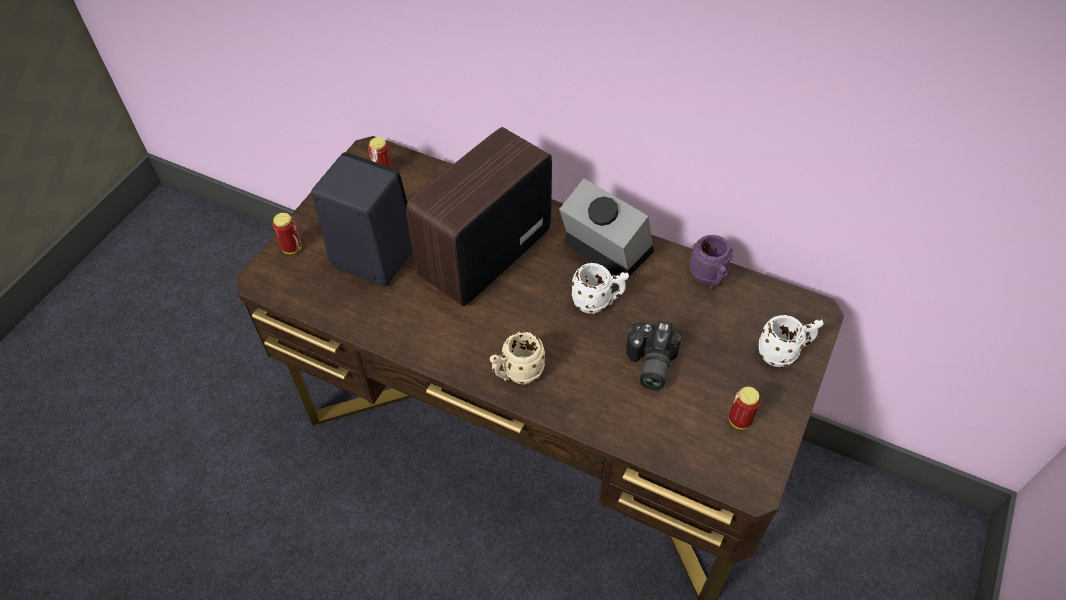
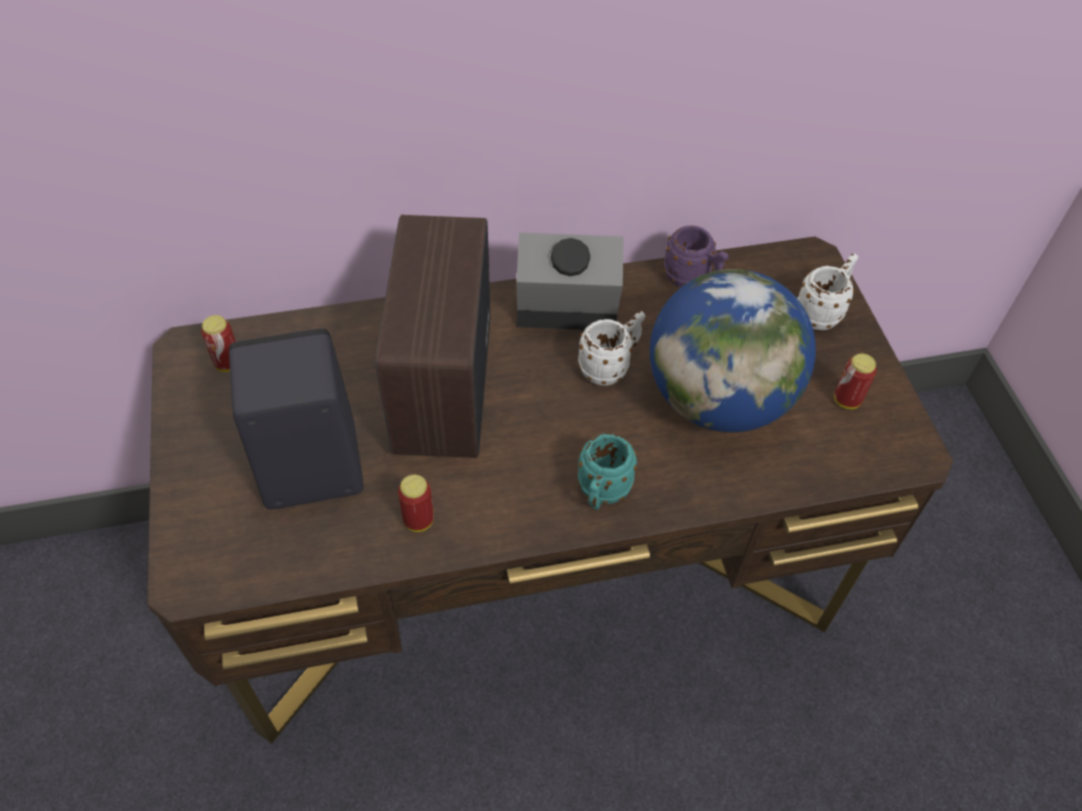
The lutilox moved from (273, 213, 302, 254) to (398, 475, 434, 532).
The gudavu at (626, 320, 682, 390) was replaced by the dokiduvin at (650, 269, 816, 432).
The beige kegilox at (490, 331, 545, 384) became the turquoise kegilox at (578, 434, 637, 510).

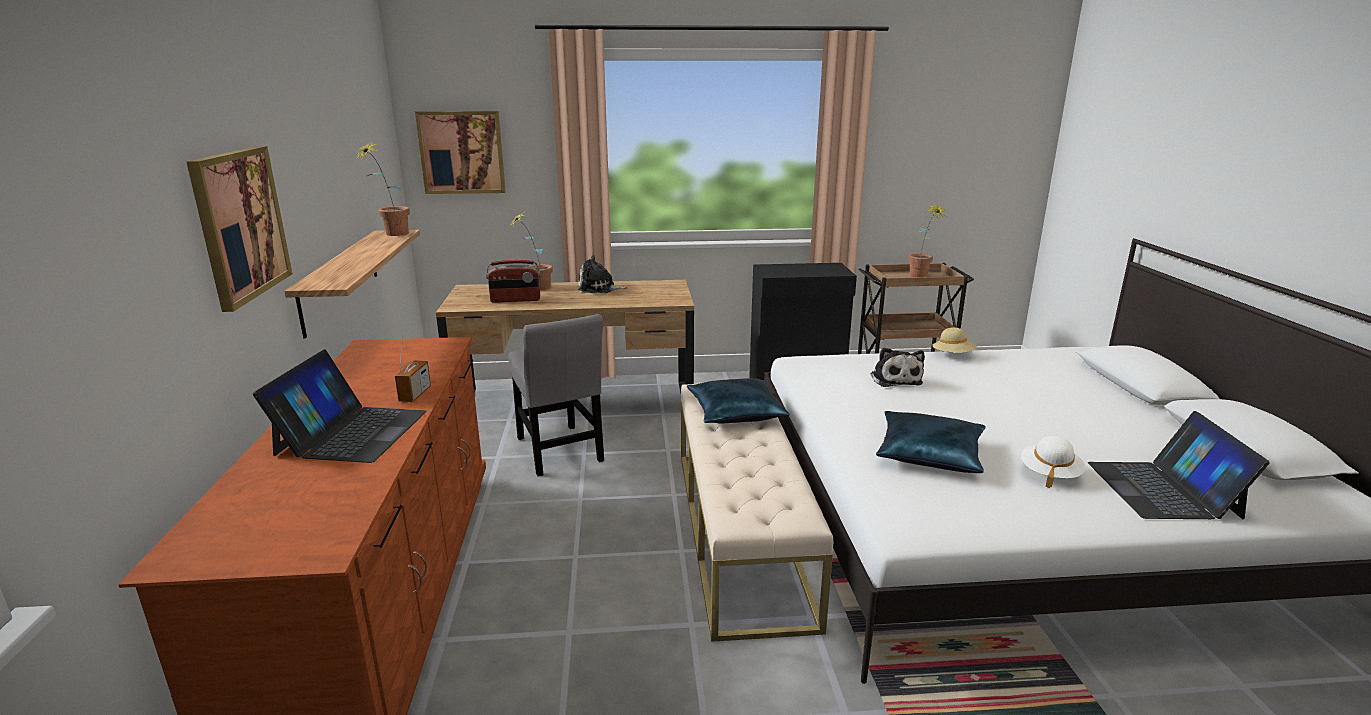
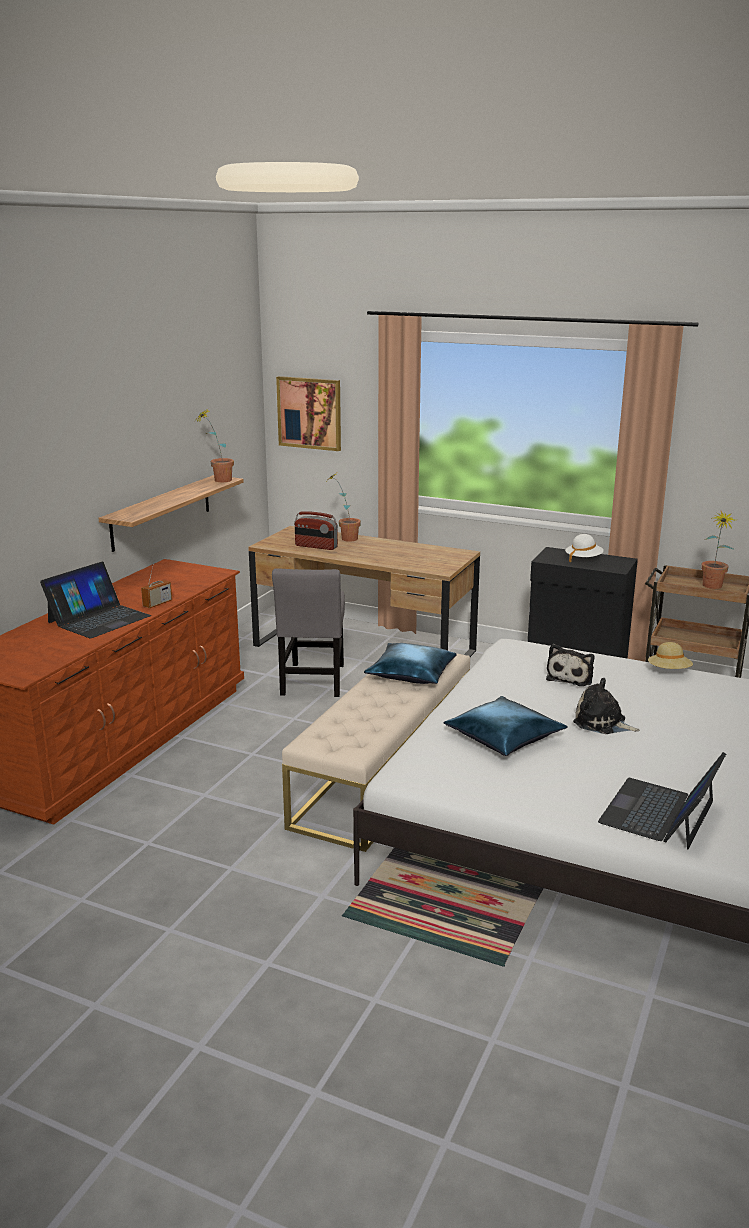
The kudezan at (187, 146, 292, 312) disappeared.
The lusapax moved from (578, 255, 628, 293) to (573, 678, 640, 734).
The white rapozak moved from (1021, 436, 1085, 489) to (565, 534, 604, 563).

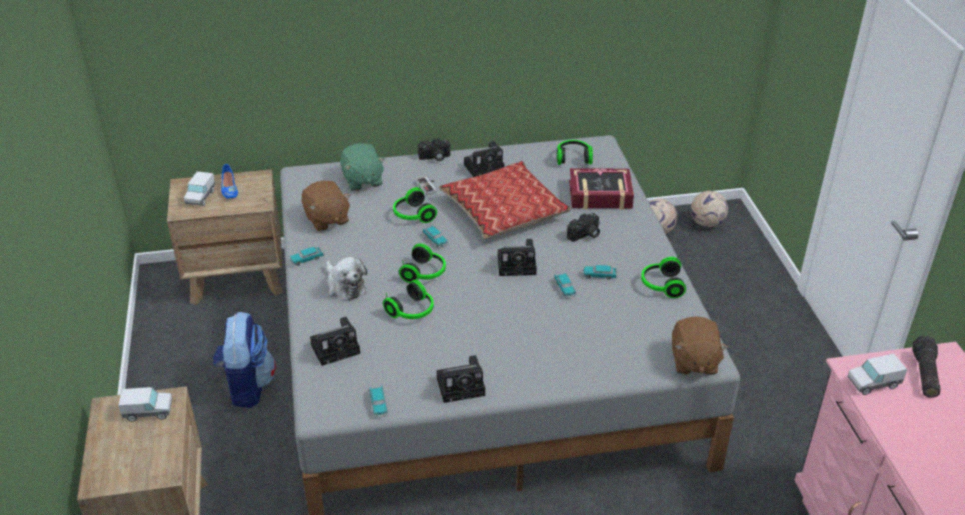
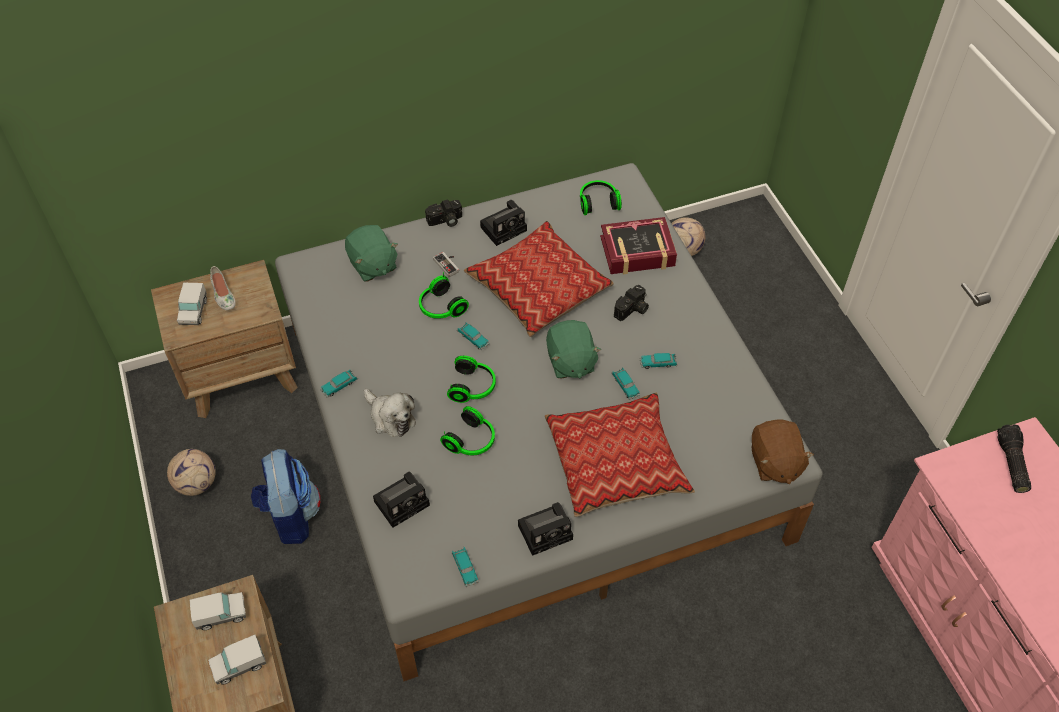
The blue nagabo at (221, 164, 238, 199) became the white nagabo at (210, 266, 236, 310).
The brown lusapax at (302, 181, 351, 231) disappeared.
The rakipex moved from (691, 191, 728, 227) to (167, 449, 216, 496).
The gudavu at (498, 239, 537, 276) was replaced by the green lusapax at (546, 320, 601, 379).
The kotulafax at (641, 254, 686, 298) disappeared.
The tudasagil moved from (848, 354, 907, 395) to (208, 635, 266, 685).
The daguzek at (545, 392, 695, 517) appeared.

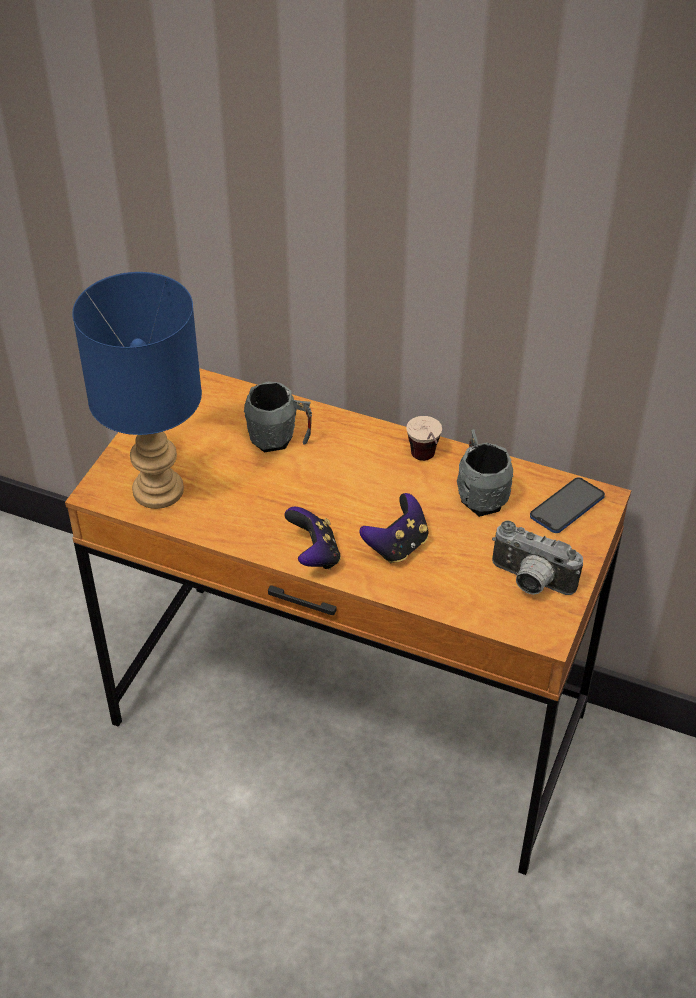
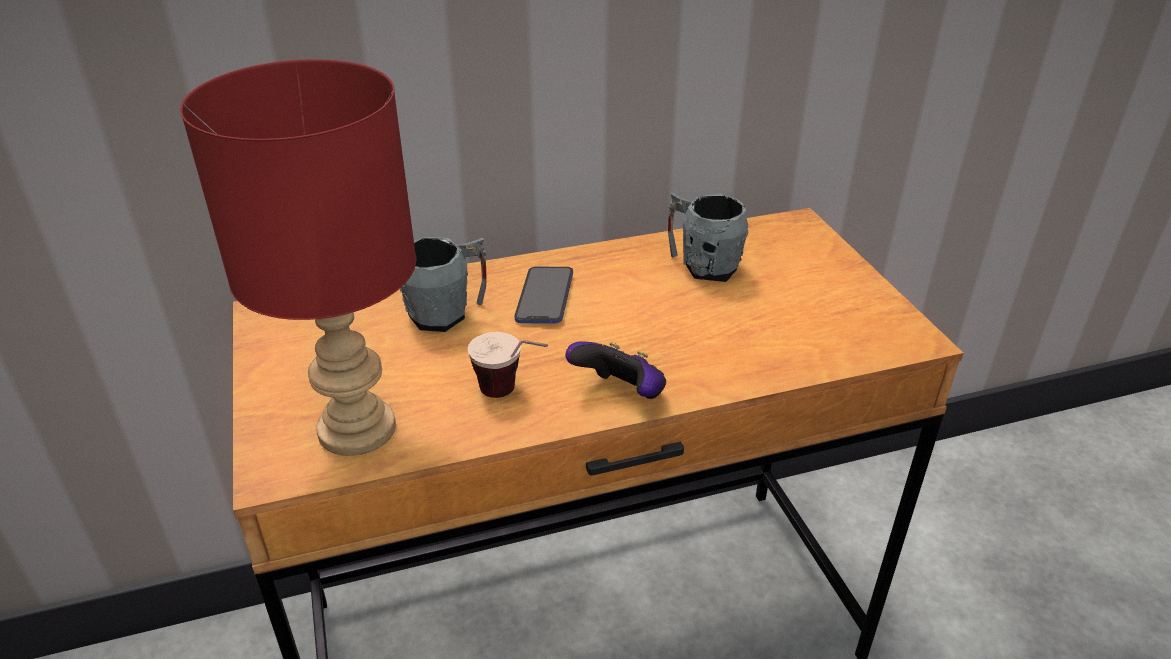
The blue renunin at (72, 272, 202, 509) became the red renunin at (180, 59, 416, 456).
The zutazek moved from (406, 416, 442, 461) to (468, 332, 548, 398).
The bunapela moved from (530, 478, 605, 533) to (514, 267, 573, 324).
The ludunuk at (359, 493, 429, 563) disappeared.
The gudavu at (492, 520, 583, 595) disappeared.

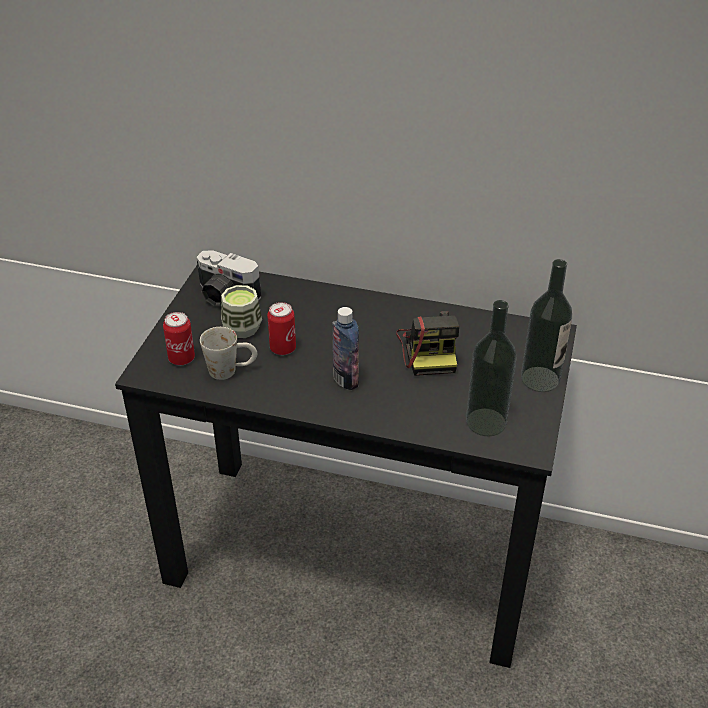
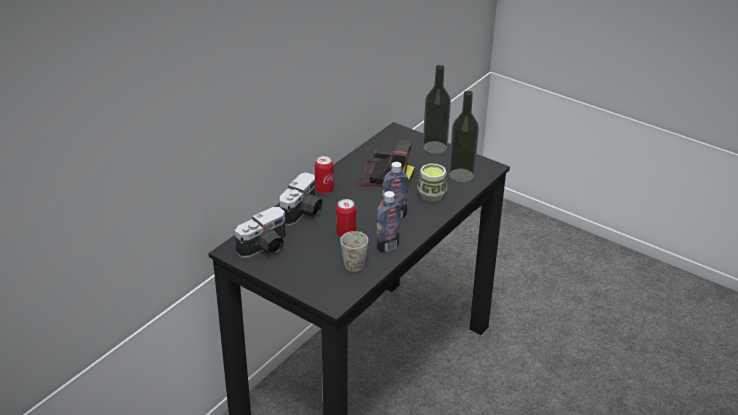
The zutazek moved from (221, 285, 262, 338) to (417, 163, 447, 202).
The lutilox moved from (163, 312, 195, 365) to (315, 156, 334, 194).
The gudavu at (280, 172, 323, 226) appeared.
The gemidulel at (376, 191, 401, 252) appeared.

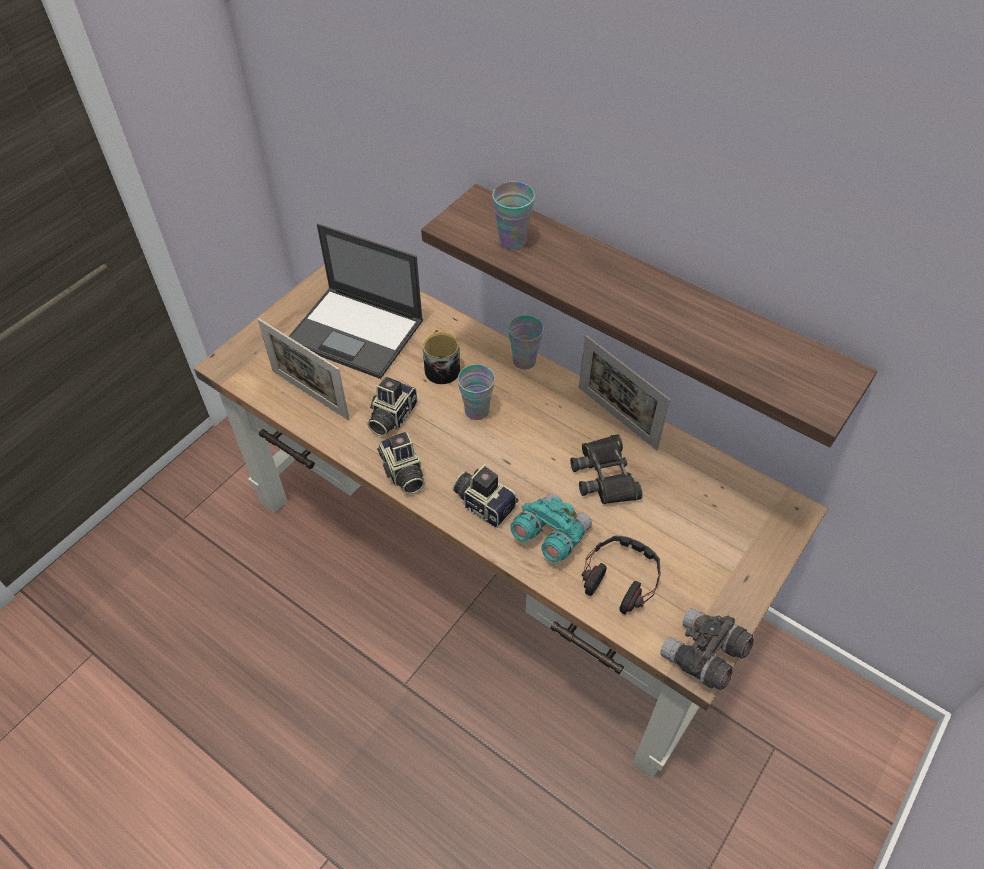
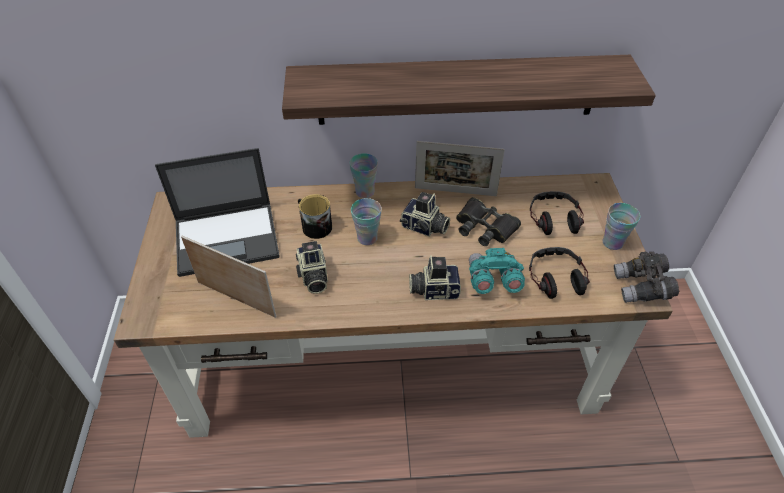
The zutazek moved from (492, 182, 535, 250) to (603, 203, 640, 250).
The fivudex at (257, 318, 349, 420) turned 150 degrees counterclockwise.
The gudavu moved from (377, 432, 425, 494) to (400, 192, 450, 236).
The kotulafax at (530, 191, 584, 235) appeared.

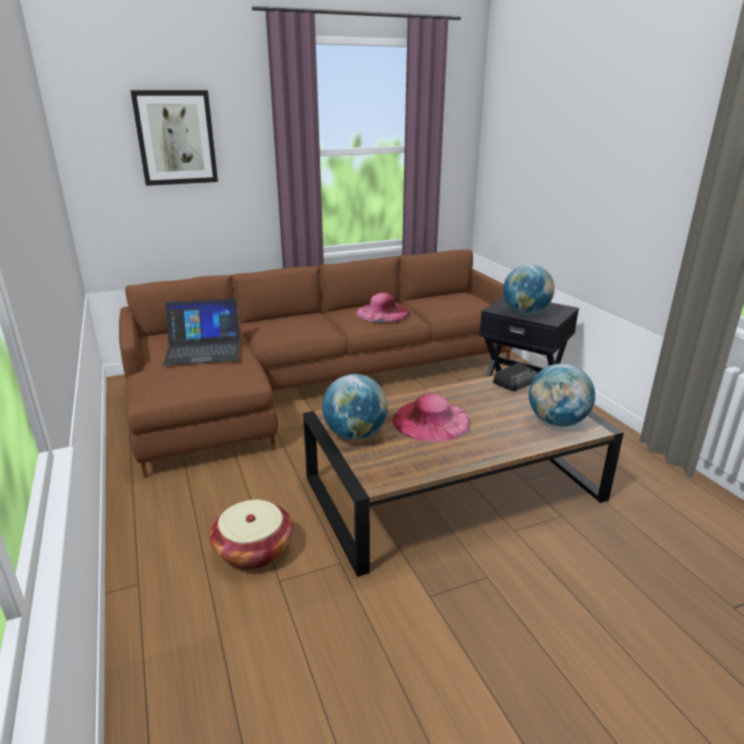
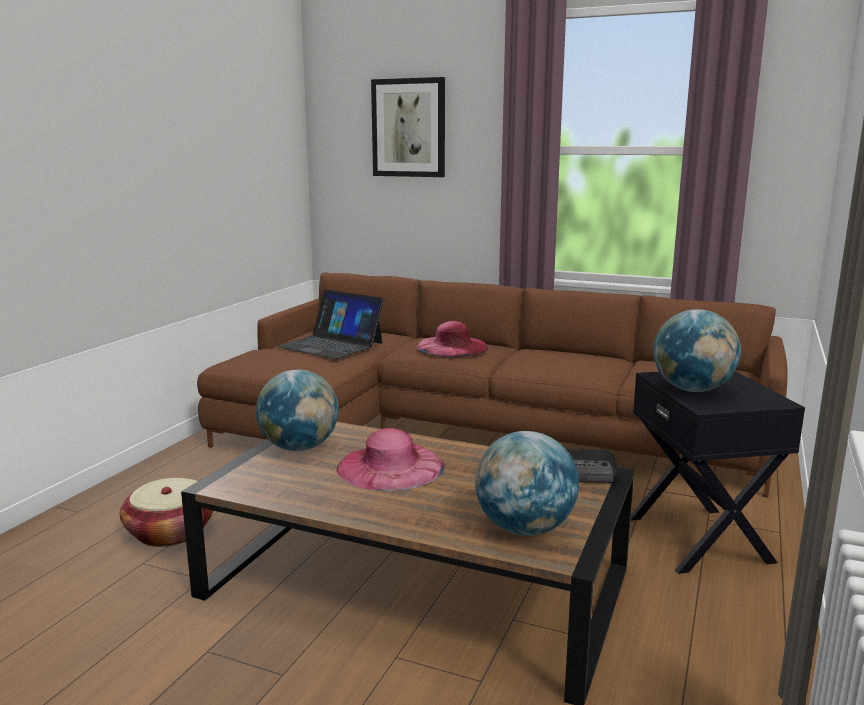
The pink rapozak moved from (356, 293, 410, 322) to (417, 321, 489, 357).

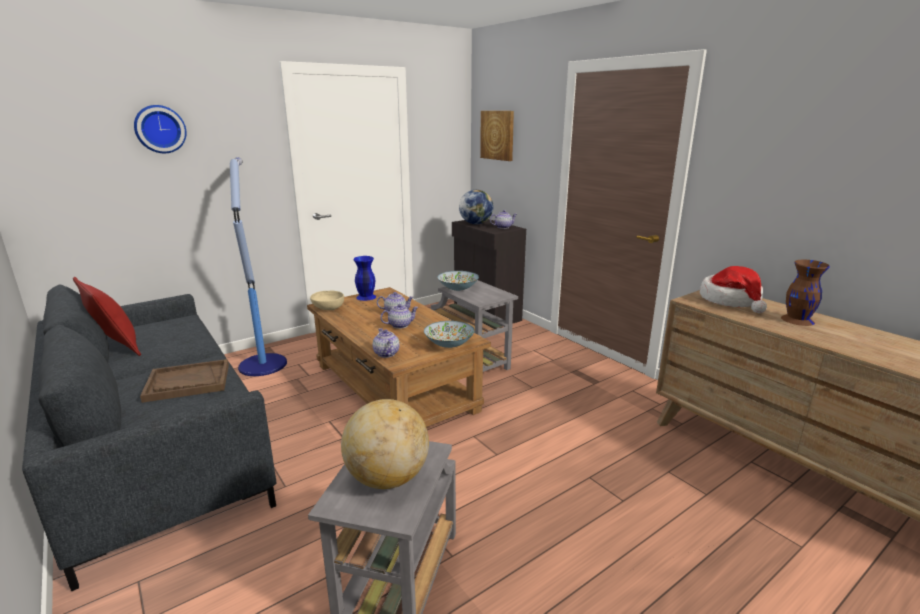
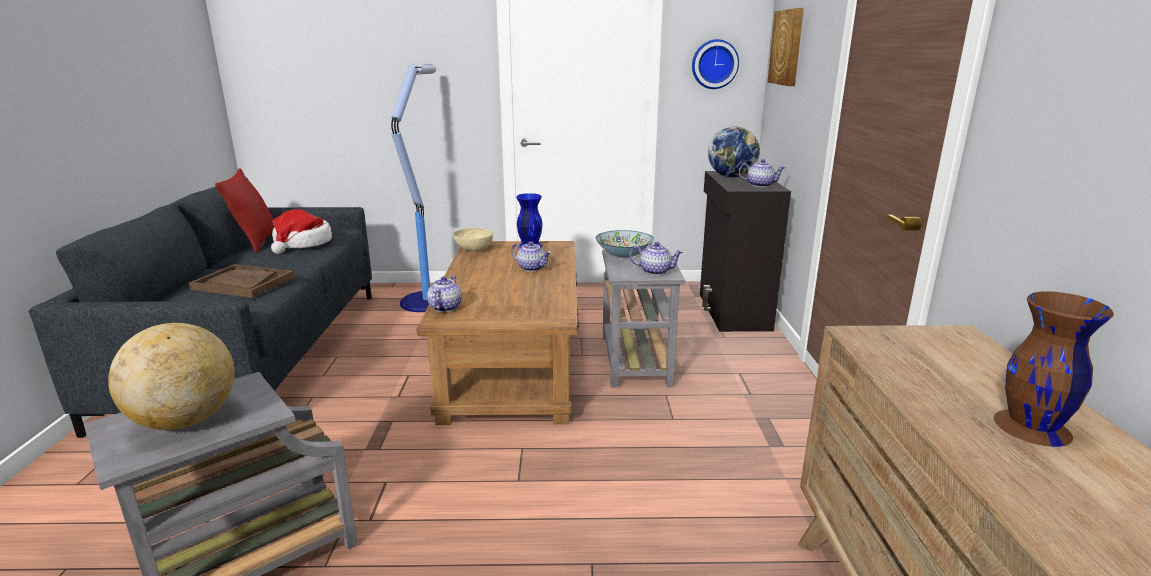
The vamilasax moved from (134, 105, 187, 153) to (692, 39, 739, 89).
The rapozak moved from (700, 266, 767, 313) to (271, 209, 332, 254).
The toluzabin moved from (381, 304, 419, 329) to (630, 242, 683, 275).
The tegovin at (424, 321, 475, 348) disappeared.

